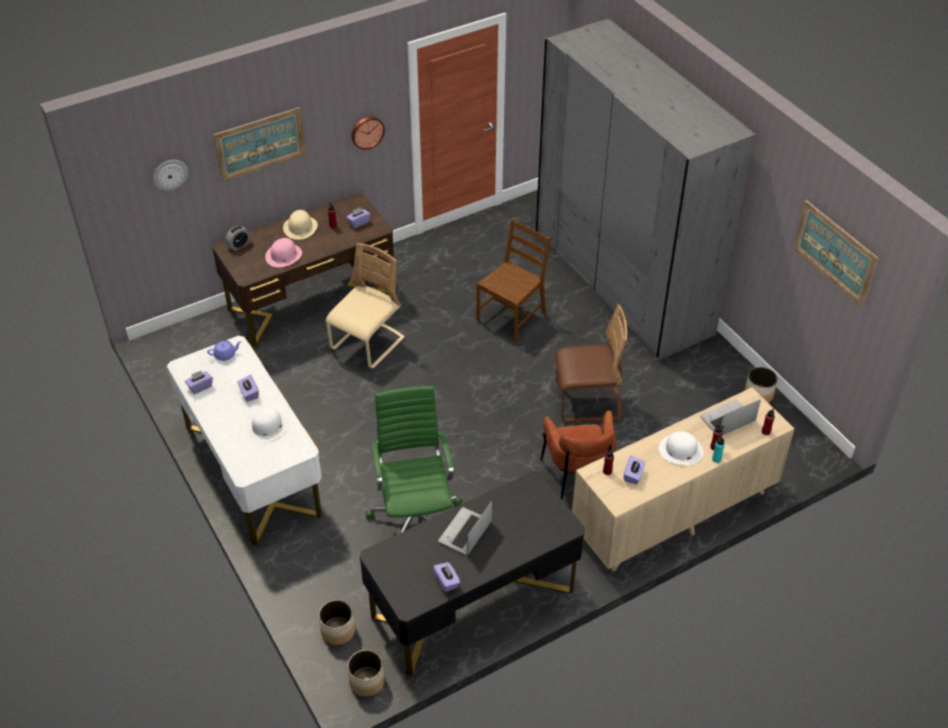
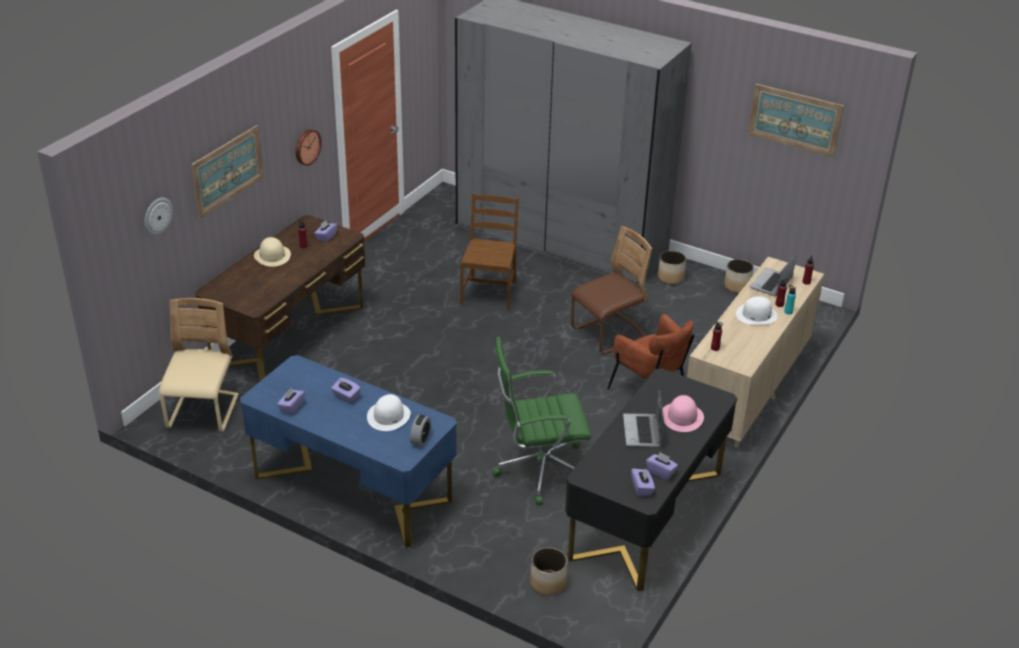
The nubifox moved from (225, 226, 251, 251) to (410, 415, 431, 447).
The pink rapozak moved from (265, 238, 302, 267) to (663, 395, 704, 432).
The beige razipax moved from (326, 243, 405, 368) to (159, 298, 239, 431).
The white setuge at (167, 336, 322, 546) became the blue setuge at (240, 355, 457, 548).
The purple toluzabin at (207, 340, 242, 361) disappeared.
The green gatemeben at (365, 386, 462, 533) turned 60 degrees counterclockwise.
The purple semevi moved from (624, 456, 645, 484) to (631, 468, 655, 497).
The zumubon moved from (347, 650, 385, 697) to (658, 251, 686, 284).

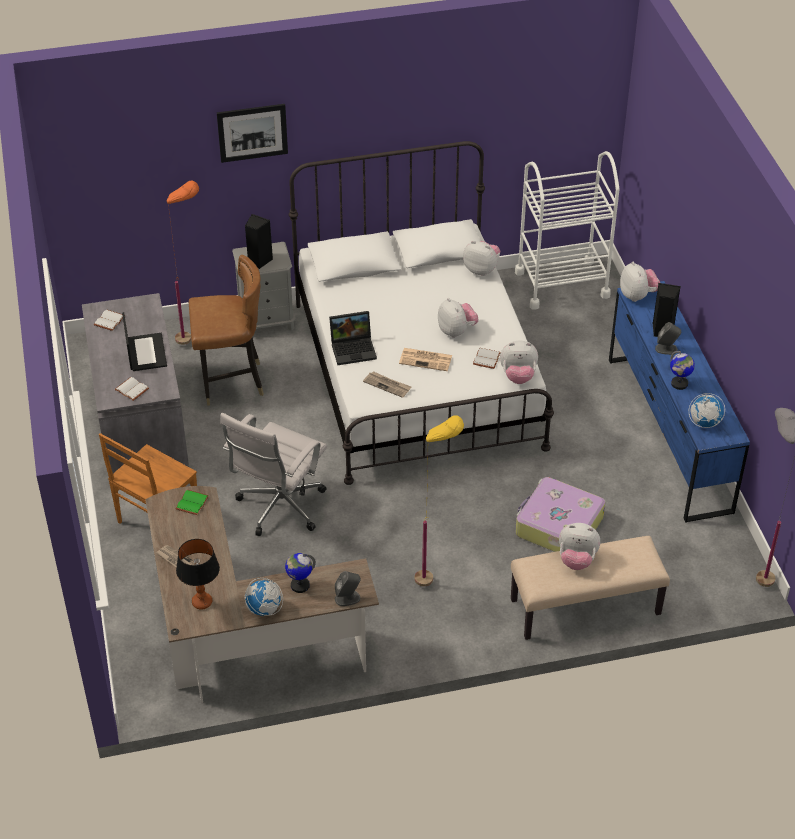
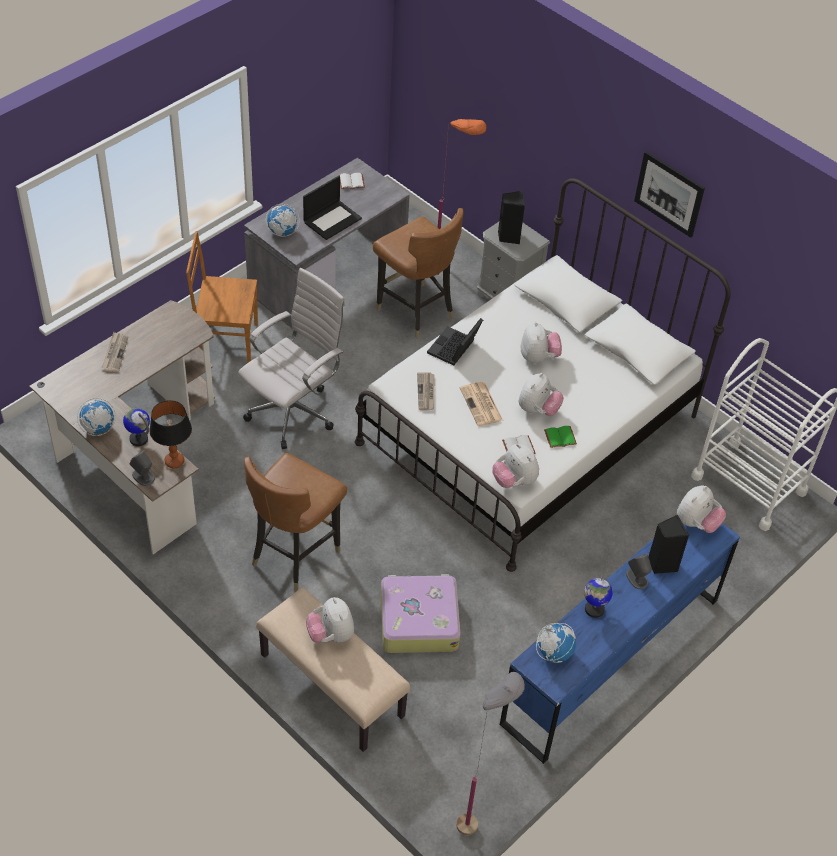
The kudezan moved from (217, 104, 288, 163) to (634, 151, 705, 238).
The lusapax moved from (463, 241, 500, 276) to (521, 322, 562, 363).
The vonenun at (329, 311, 377, 365) turned 75 degrees clockwise.
The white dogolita at (114, 377, 149, 401) was replaced by the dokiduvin at (266, 204, 300, 237).
The white gatemeben at (220, 413, 327, 536) turned 135 degrees clockwise.
The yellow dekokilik at (415, 415, 464, 587) was replaced by the brown razipax at (244, 453, 347, 591).
The green dogolita moved from (175, 490, 209, 515) to (544, 426, 577, 448).
The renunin moved from (176, 539, 220, 610) to (149, 400, 192, 468).

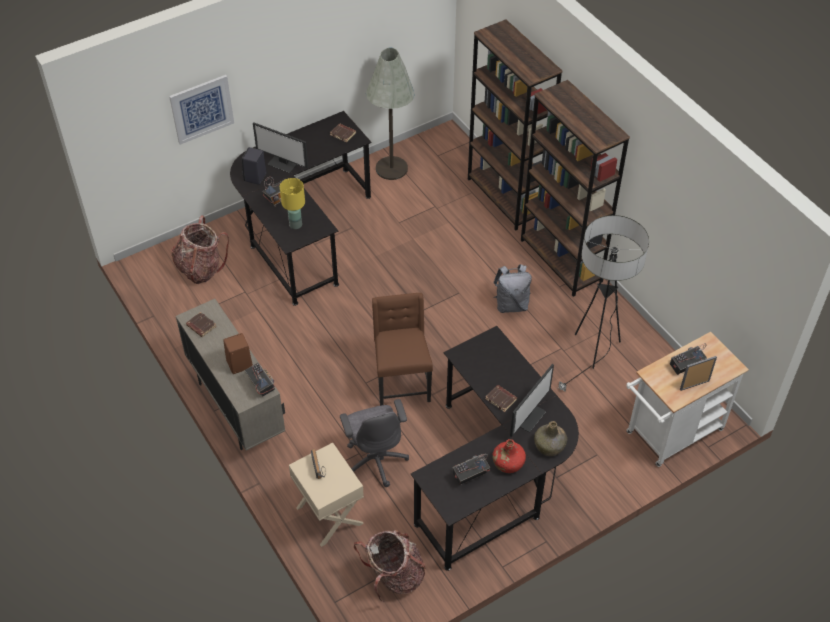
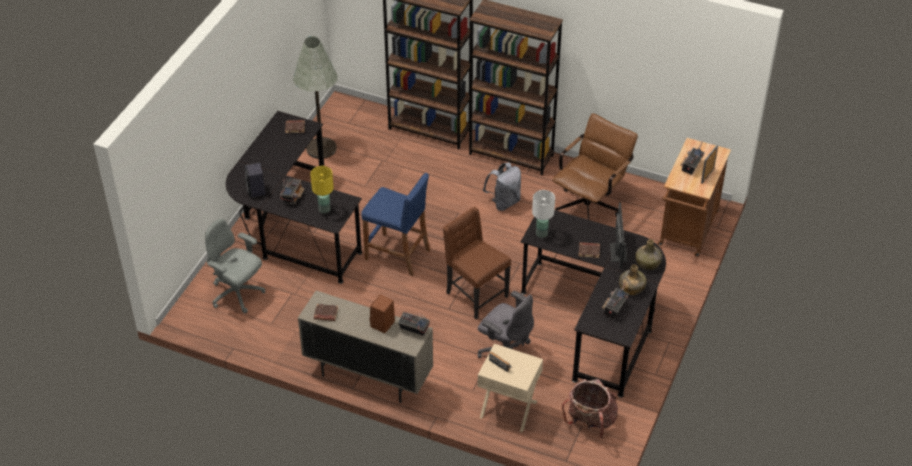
The kudezan at (169, 75, 234, 145) disappeared.
The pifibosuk at (253, 122, 308, 173) disappeared.
The dekokilik at (557, 215, 649, 392) was replaced by the brown gatemeben at (552, 113, 638, 220).
The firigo at (171, 216, 229, 284) was replaced by the grey gatemeben at (205, 219, 265, 313).
The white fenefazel at (626, 332, 749, 467) became the brown fenefazel at (658, 138, 731, 257).
The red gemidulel at (492, 439, 526, 473) became the green gemidulel at (619, 265, 647, 295).
The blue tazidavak at (362, 173, 431, 276) appeared.
The white renunin at (532, 190, 555, 238) appeared.

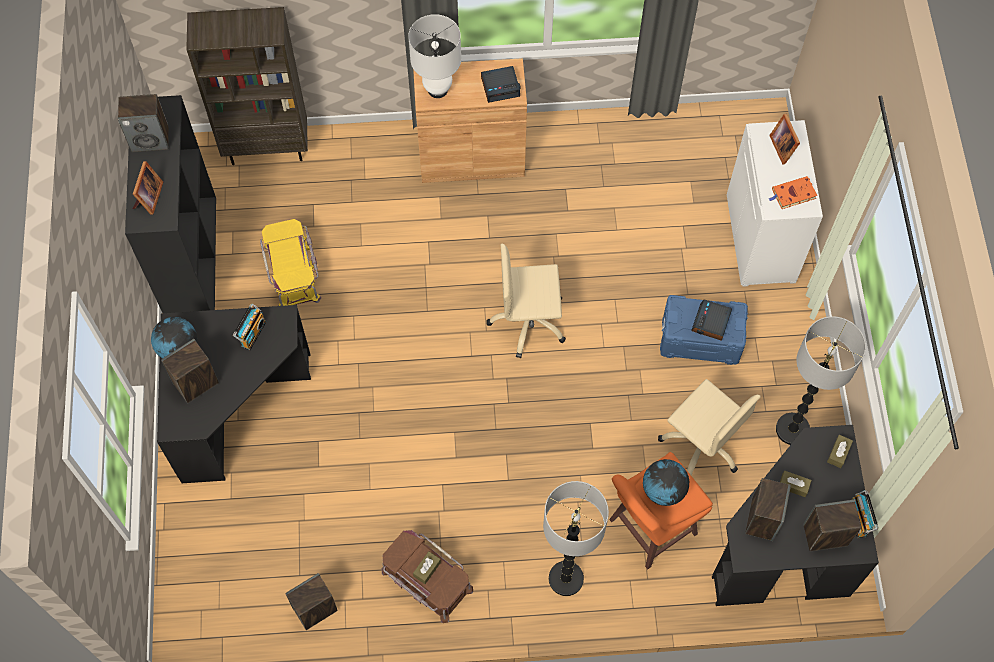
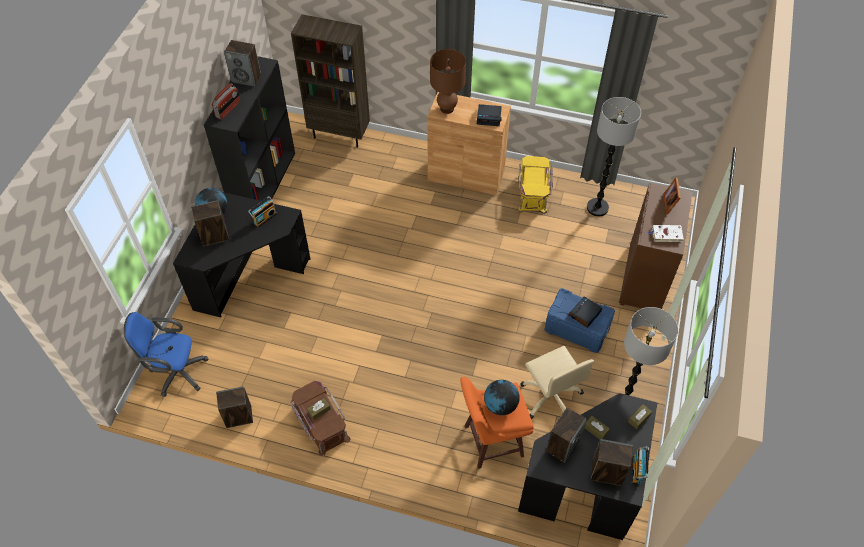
The white renunin at (408, 14, 461, 98) became the brown renunin at (430, 49, 466, 114).
The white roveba at (727, 120, 823, 287) became the brown roveba at (619, 183, 693, 309).
The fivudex at (133, 161, 163, 215) was replaced by the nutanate at (212, 83, 240, 120).
The orange dogolita at (769, 176, 817, 209) became the white dogolita at (647, 225, 684, 242).
The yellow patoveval moved from (260, 219, 321, 306) to (518, 156, 553, 214).
The beige gatemeben at (486, 243, 566, 358) disappeared.
The dekokilik moved from (543, 481, 609, 596) to (587, 97, 641, 216).
The blue gatemeben at (124, 312, 208, 397) appeared.

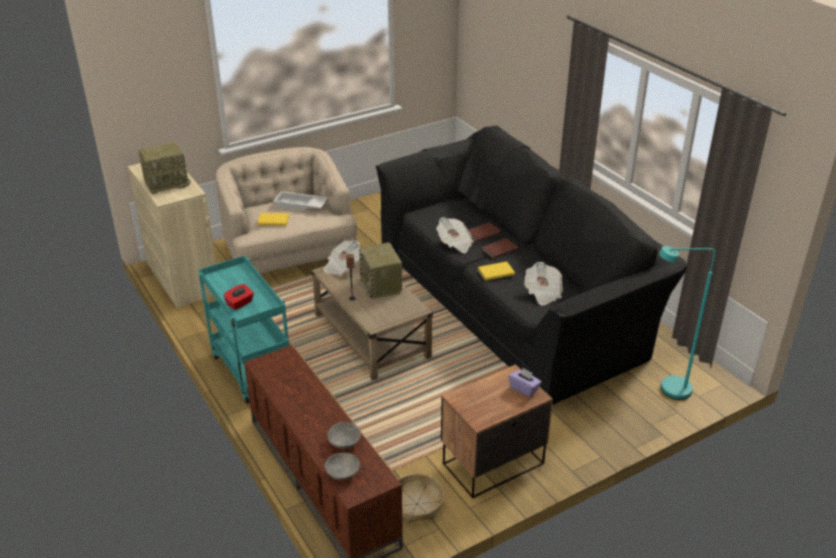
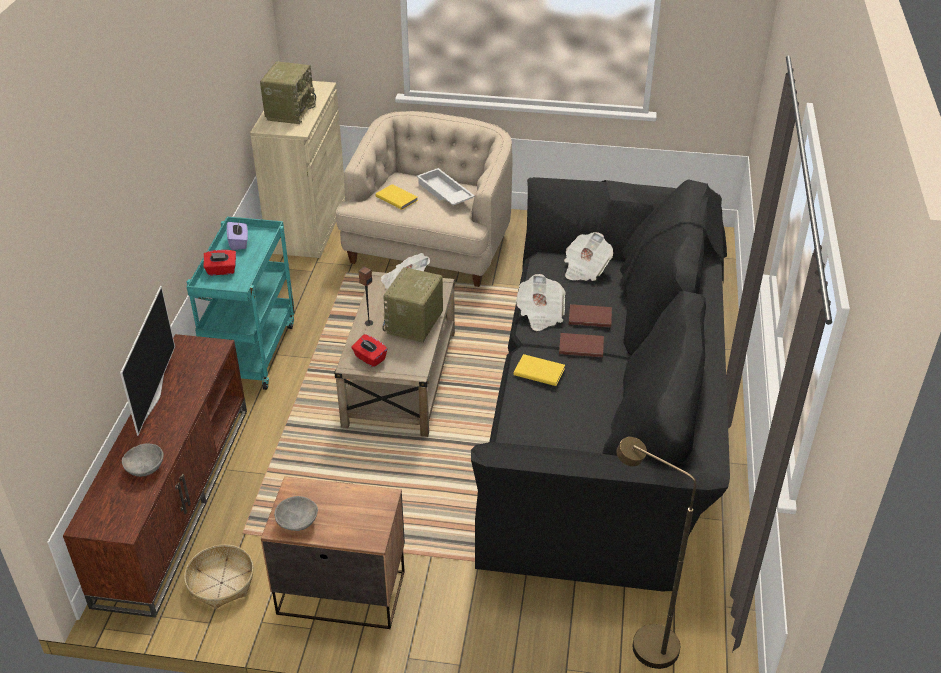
The nutanate at (138, 142, 190, 194) turned 90 degrees counterclockwise.
The turquoise dekokilik at (659, 246, 715, 400) became the brown dekokilik at (616, 437, 697, 669).
The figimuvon moved from (524, 262, 563, 306) to (564, 232, 613, 281).
The purple semevi moved from (509, 368, 541, 397) to (227, 219, 248, 250).
The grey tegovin moved from (325, 453, 360, 480) to (274, 496, 318, 531).
The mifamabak at (120, 286, 175, 436) appeared.
The red semevi at (351, 334, 387, 367) appeared.

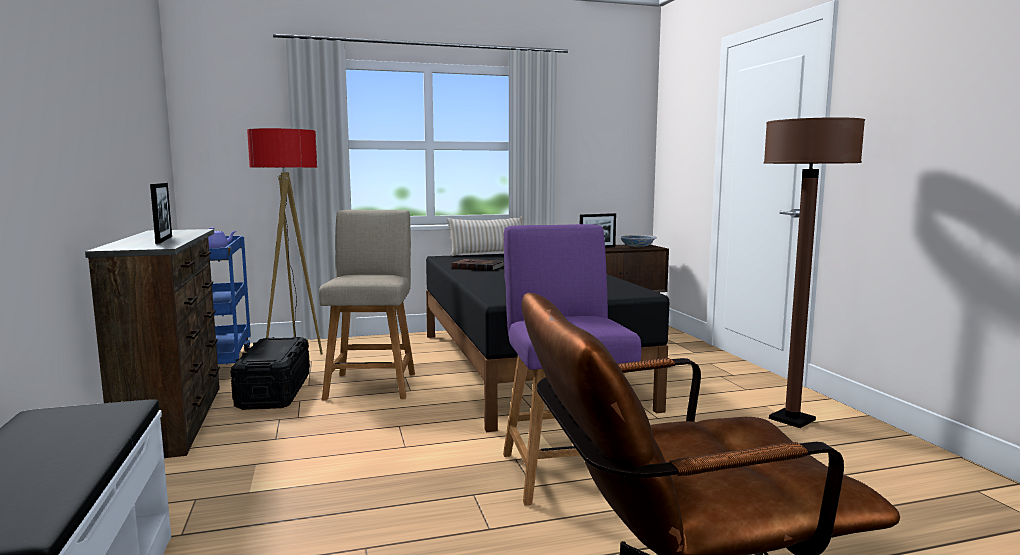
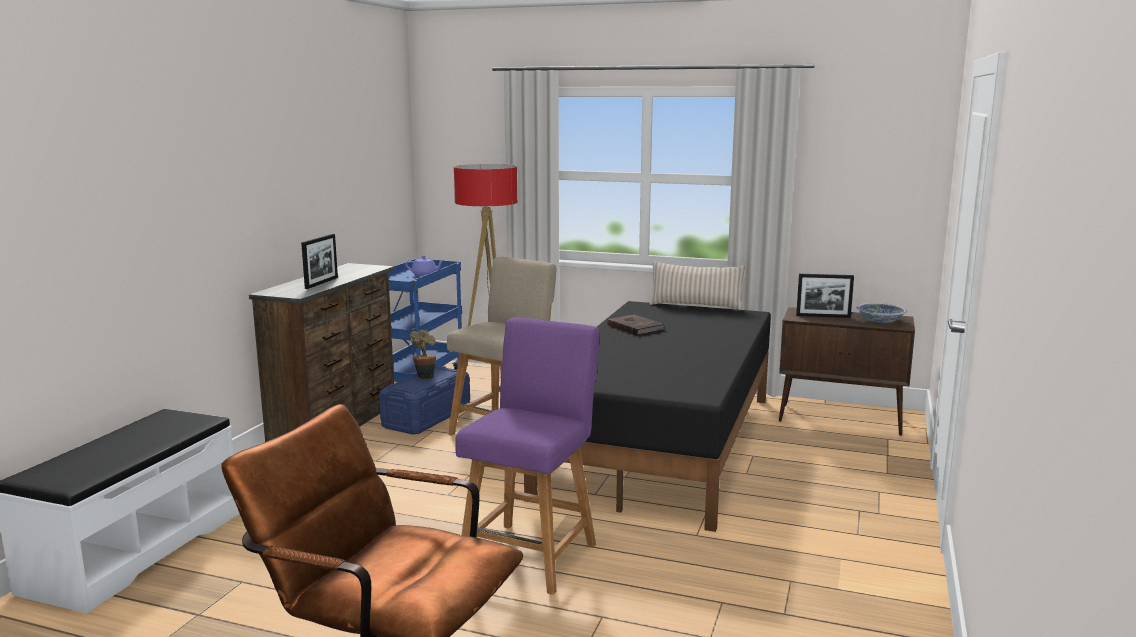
The brown dekokilik at (764, 117, 865, 428) disappeared.
The black patoveval at (230, 336, 310, 410) became the blue patoveval at (379, 366, 470, 434).
The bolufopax at (410, 330, 436, 380) appeared.

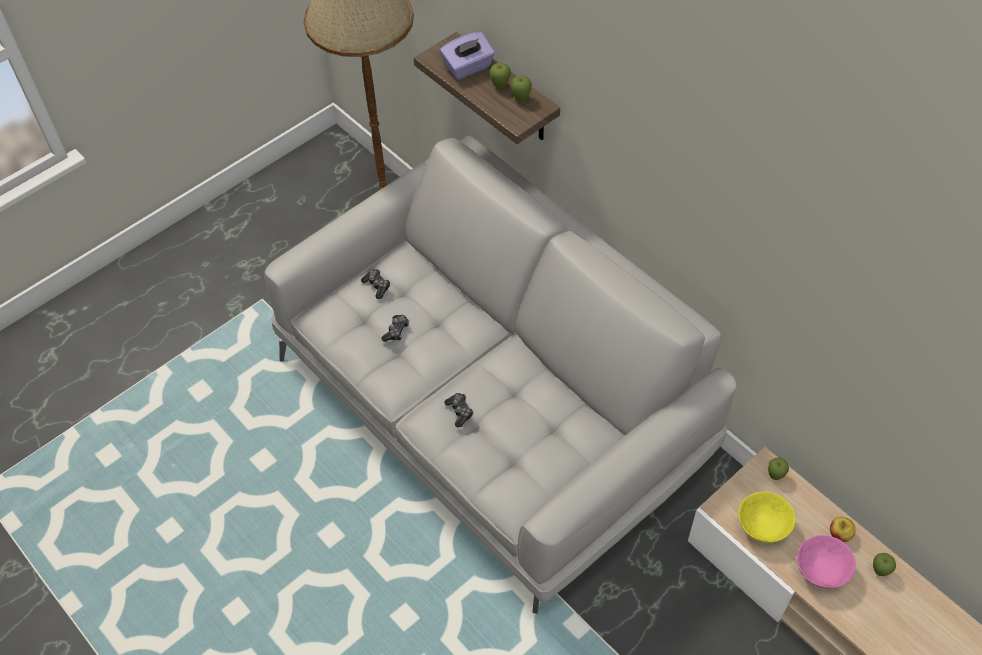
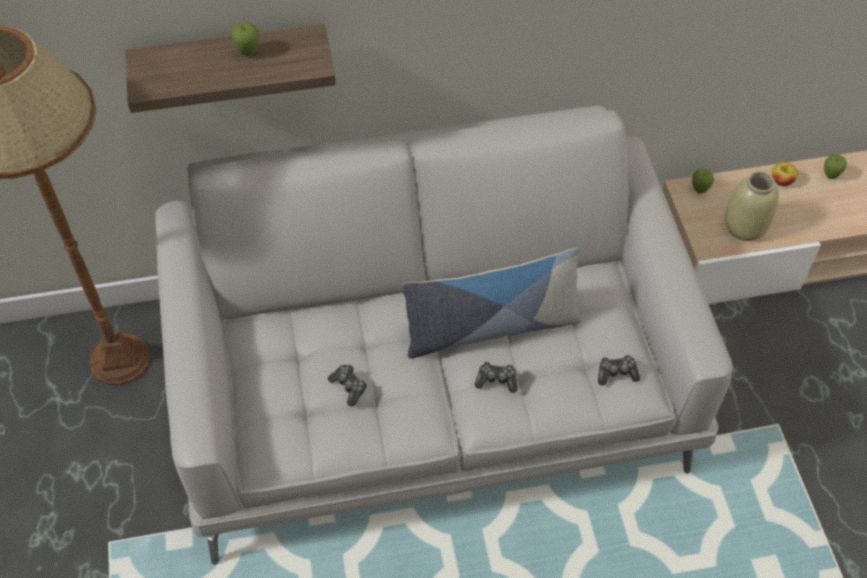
The purple semevi at (440, 32, 495, 80) disappeared.
The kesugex at (511, 75, 532, 102) disappeared.
The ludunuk moved from (361, 269, 390, 299) to (598, 355, 640, 385).
The yellow tegovin at (738, 491, 795, 543) was replaced by the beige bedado at (725, 171, 779, 241).
The pink tegovin at (797, 535, 856, 589) disappeared.
The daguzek at (402, 248, 581, 358) appeared.

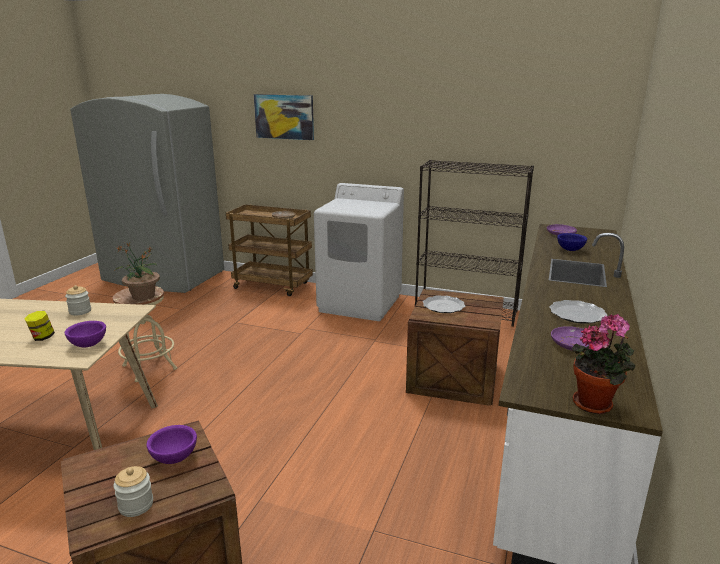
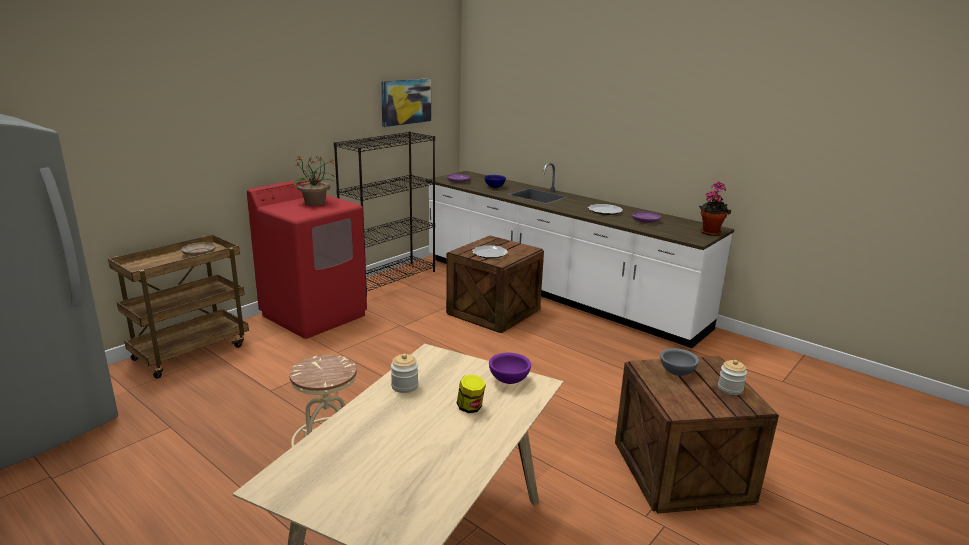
The kudezan moved from (254, 94, 314, 140) to (381, 78, 431, 127).
The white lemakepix at (314, 183, 404, 321) became the red lemakepix at (247, 177, 367, 339).
The bolufopax moved from (115, 243, 160, 301) to (294, 156, 335, 206).
The purple tegovin at (146, 425, 197, 464) became the grey tegovin at (660, 348, 699, 376).

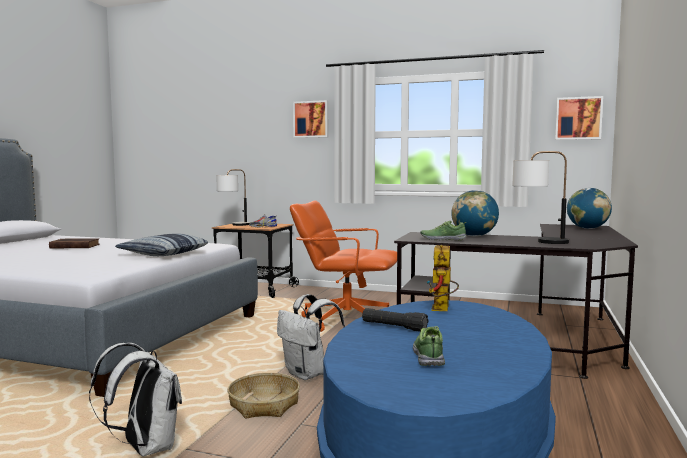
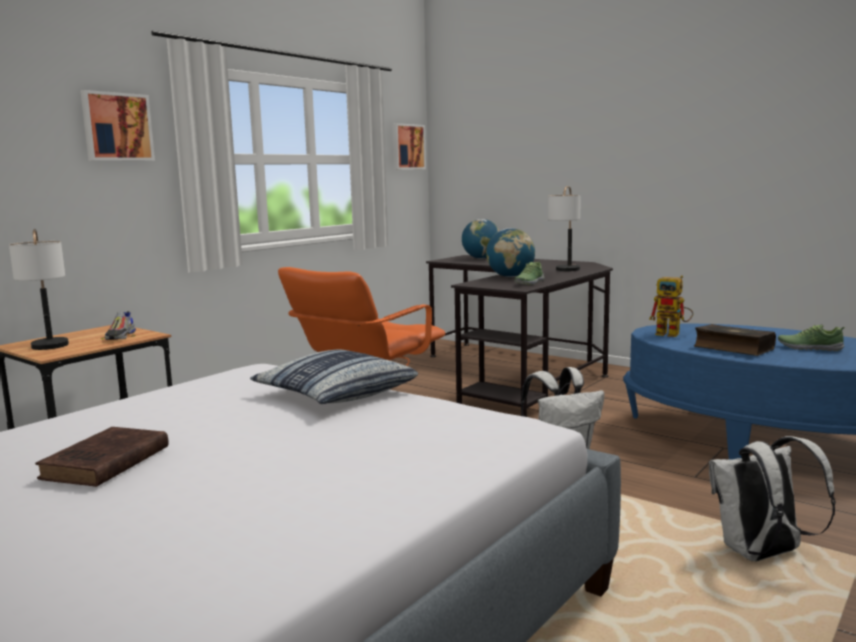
The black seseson at (362, 308, 429, 332) was replaced by the dogolita at (694, 324, 776, 356).
The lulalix at (227, 373, 300, 419) disappeared.

